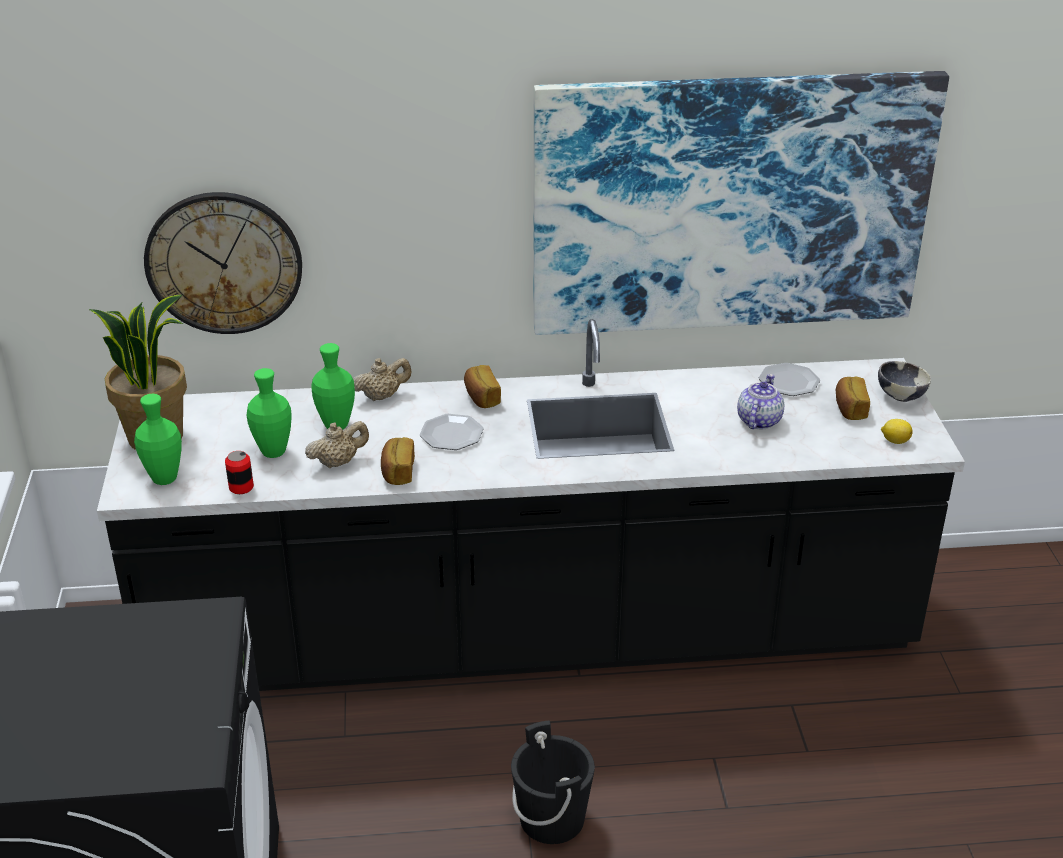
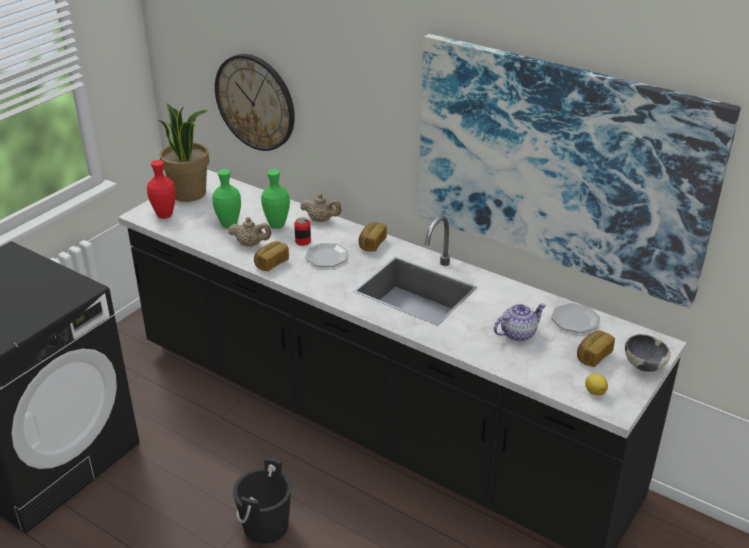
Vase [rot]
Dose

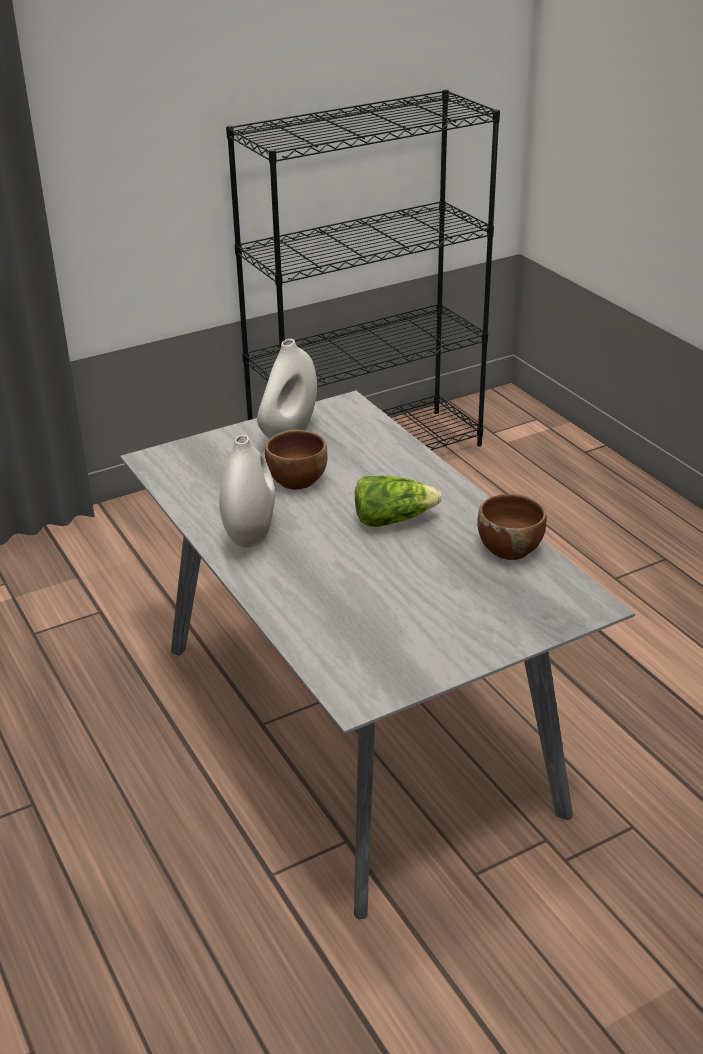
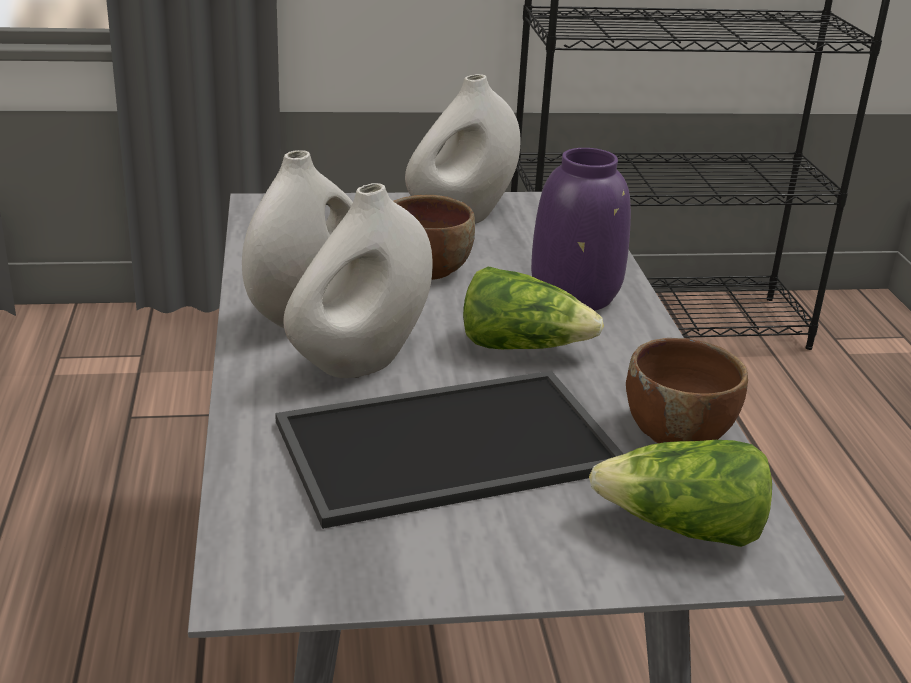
Vase [lila]
Vase [weiß] (2nd from left)
Tablett
Salatkopf (2nd from left)

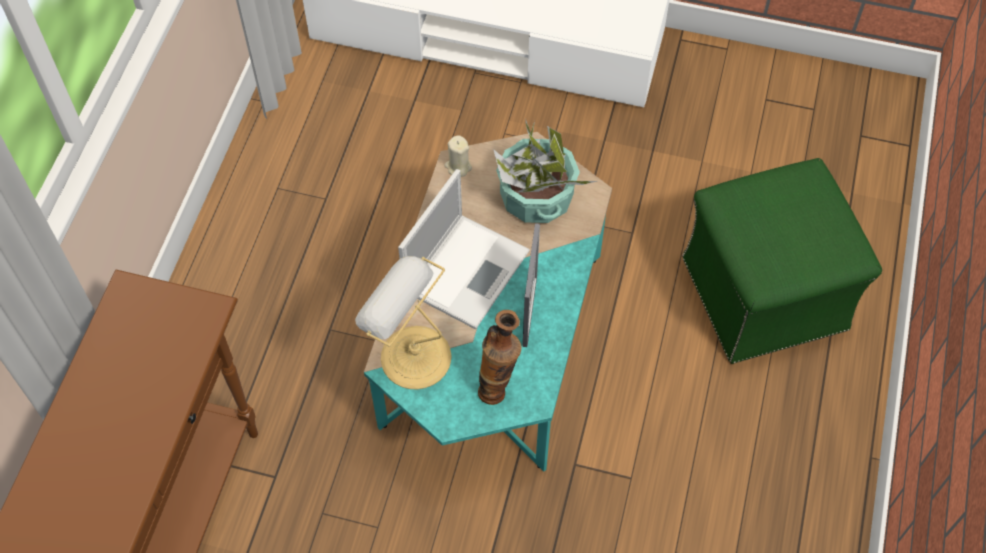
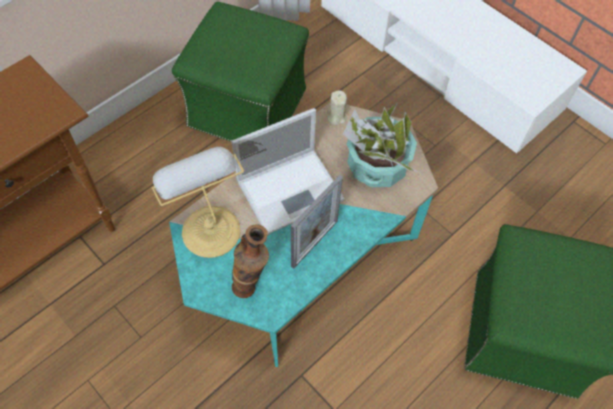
Polsterhocker [grün] (1st from left)

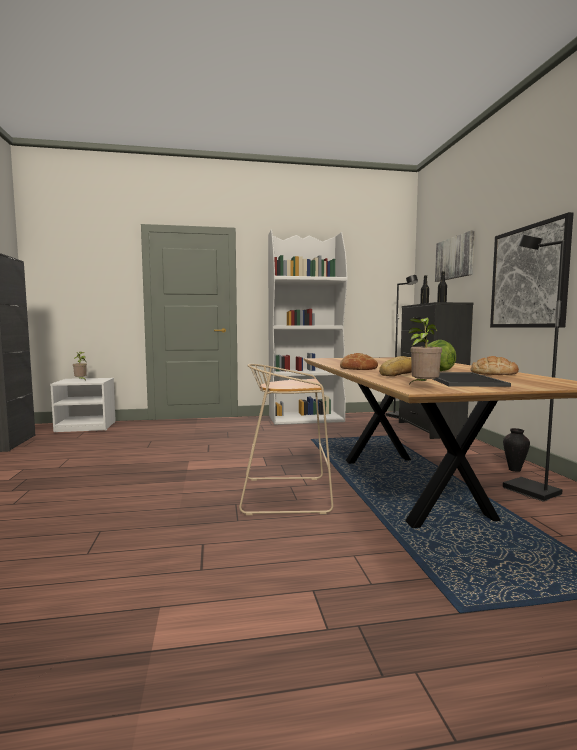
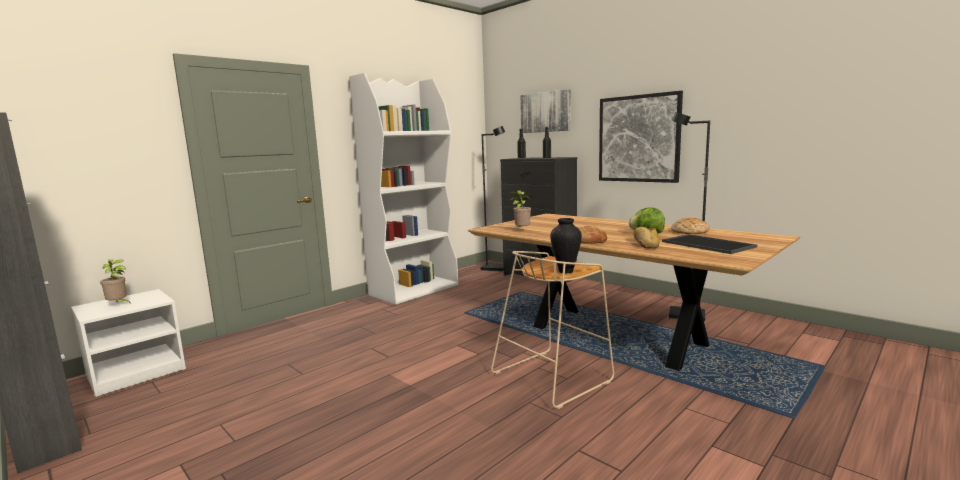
Topfpflanze (2nd from left)
Vase

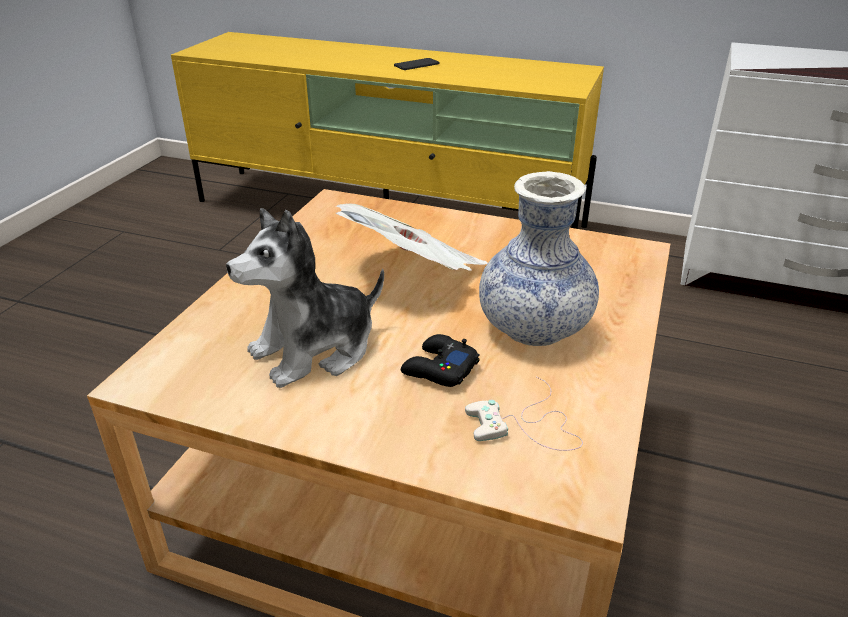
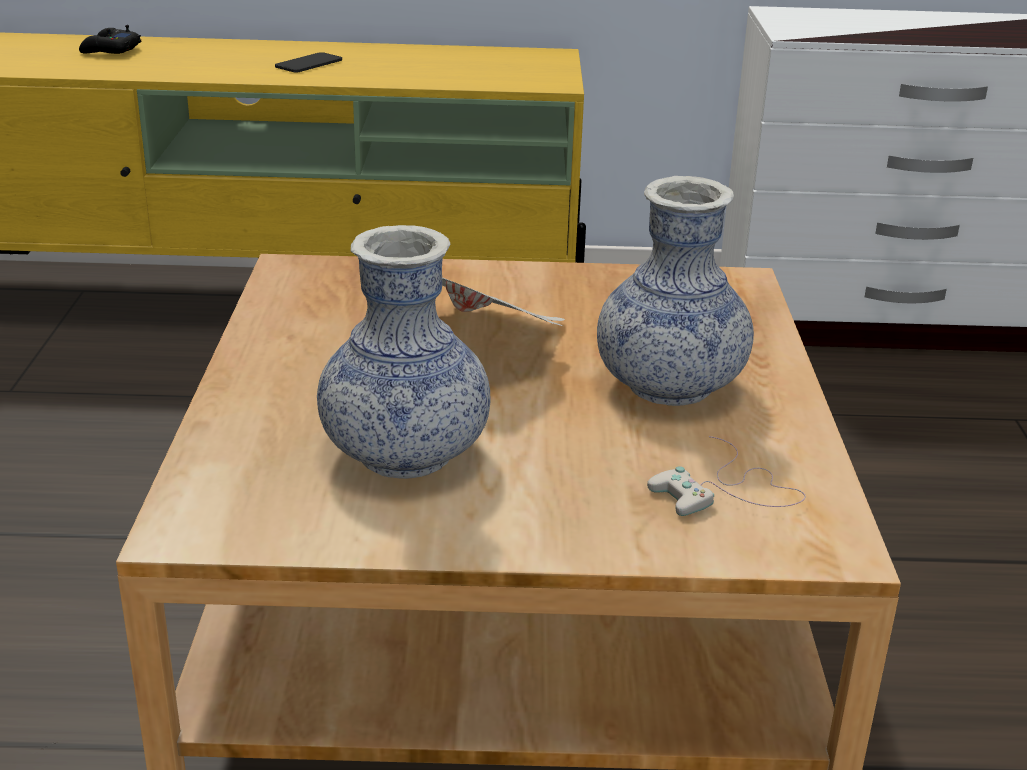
Vase (1st from left)
Gamepad [schwarz]

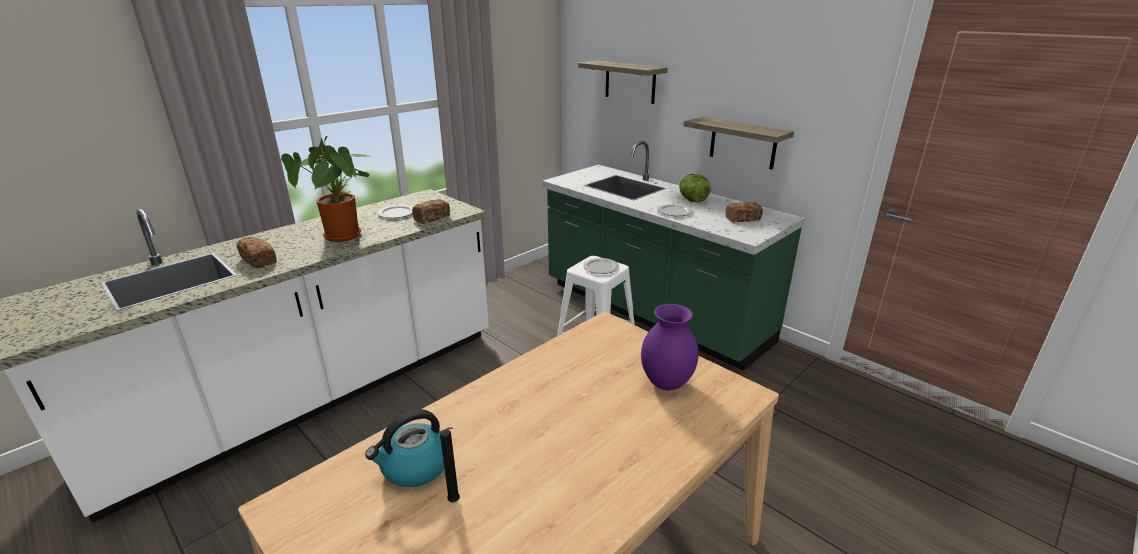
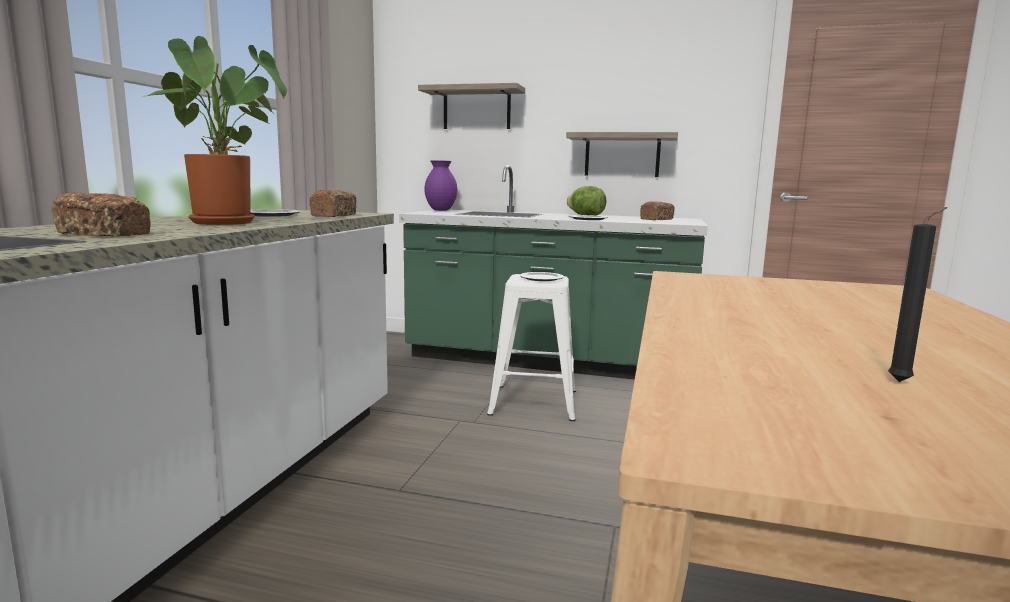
Vase [lila]
Wasserkessel

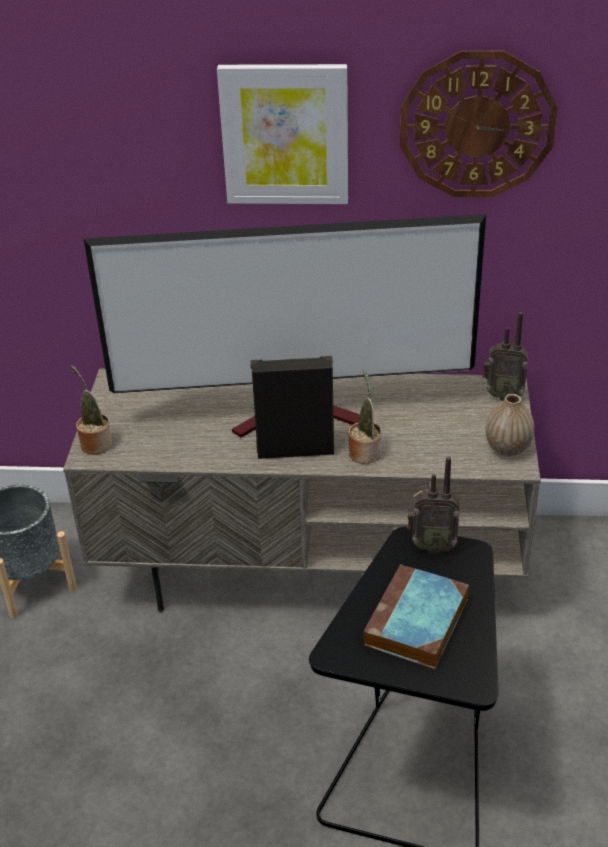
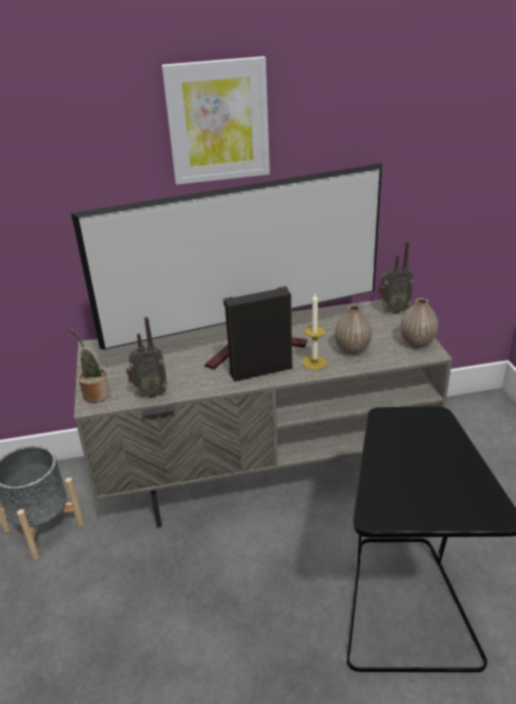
Wanduhr
Kerze
Radio (1st from left)
Buch
Vase (1st from left)

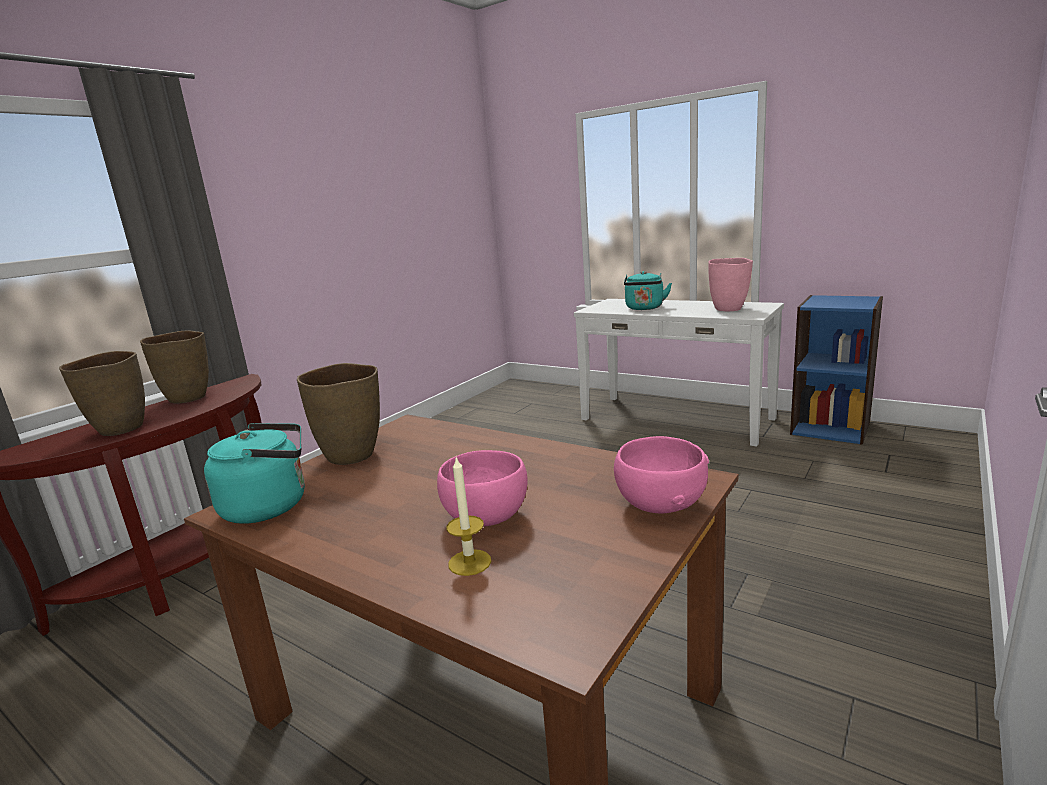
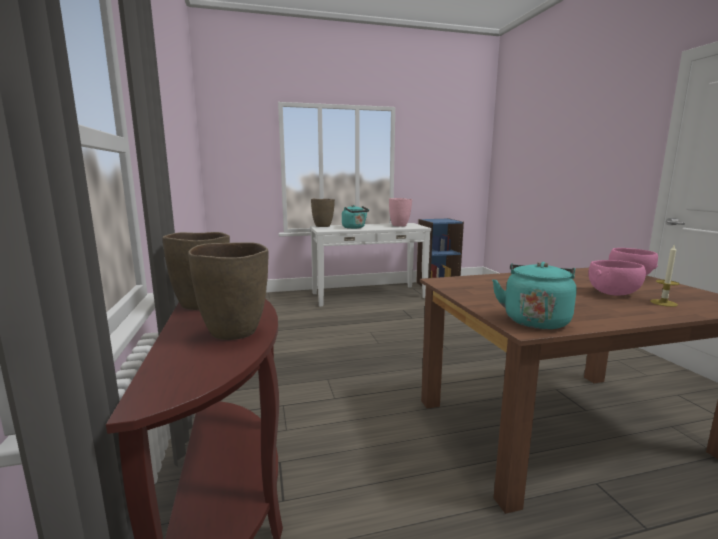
Vase [braun] (3rd from left)

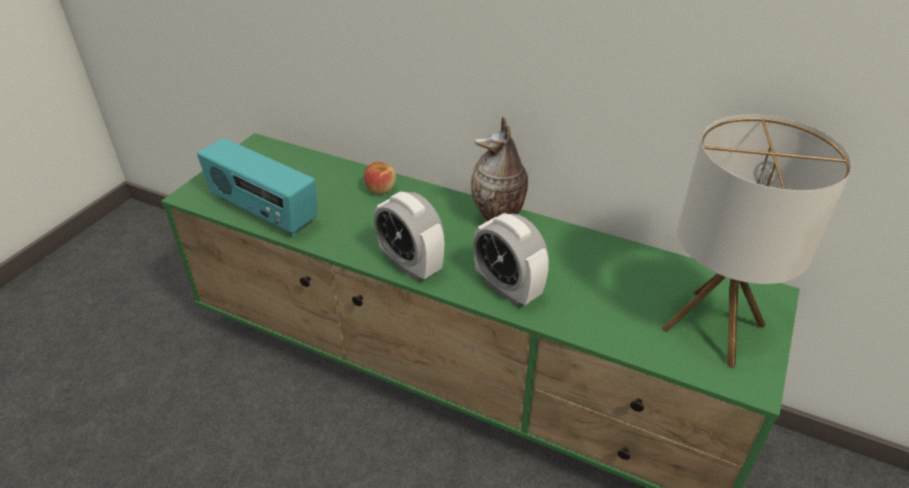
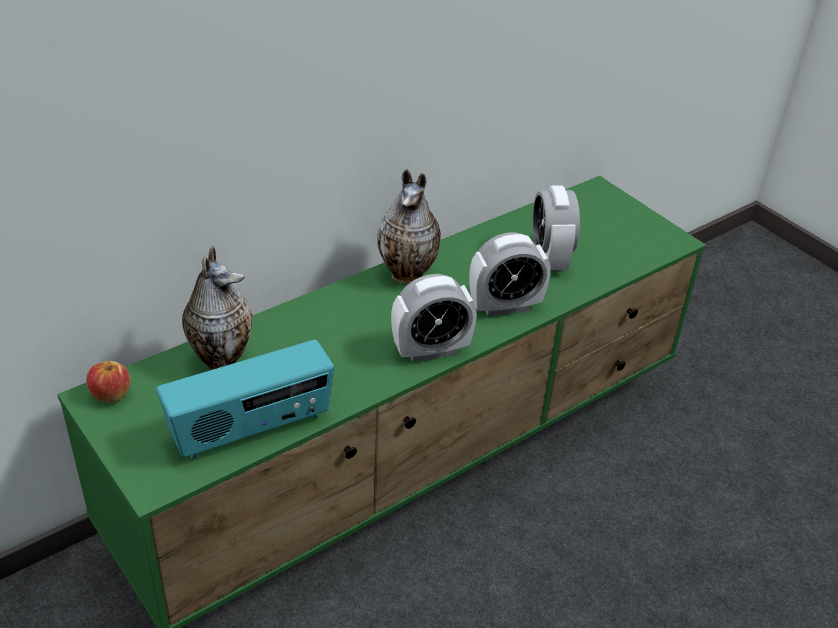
Tischlampe
Apfel
Wecker (3rd from left)
Vase (1st from left)

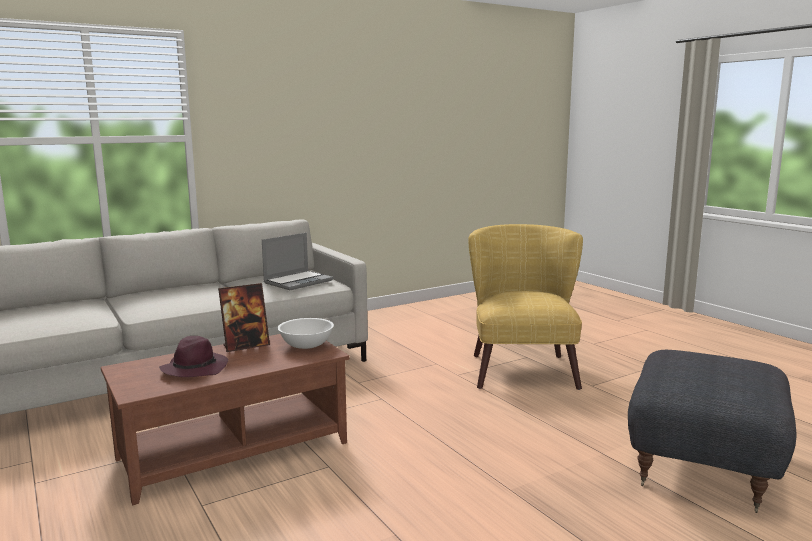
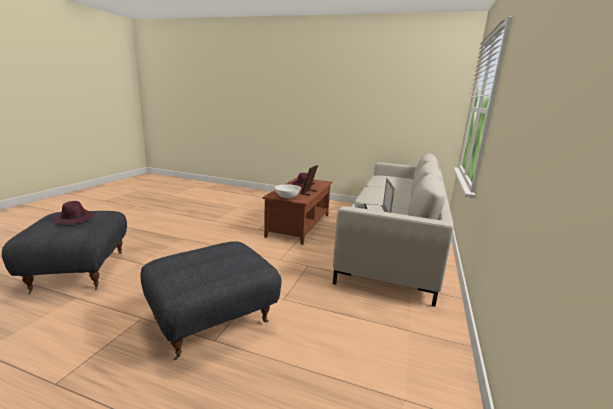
Polsterhocker [grau] (2nd from left)
Hut [lila] (1st from left)

